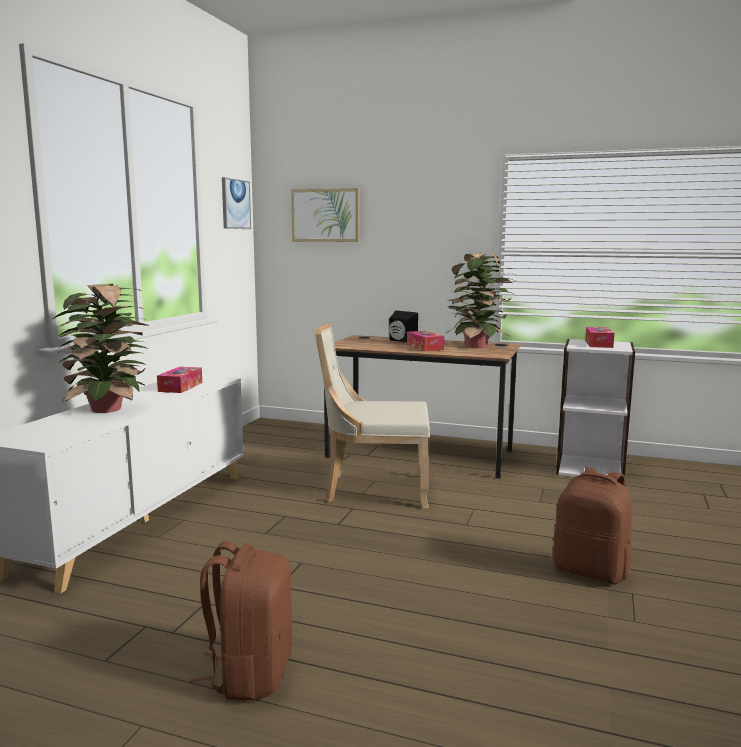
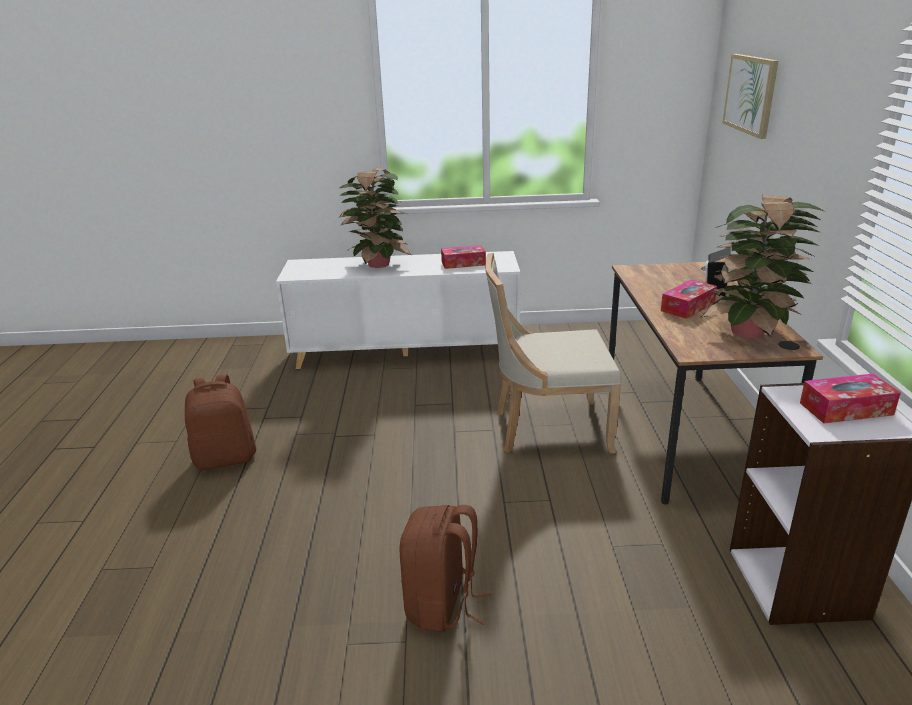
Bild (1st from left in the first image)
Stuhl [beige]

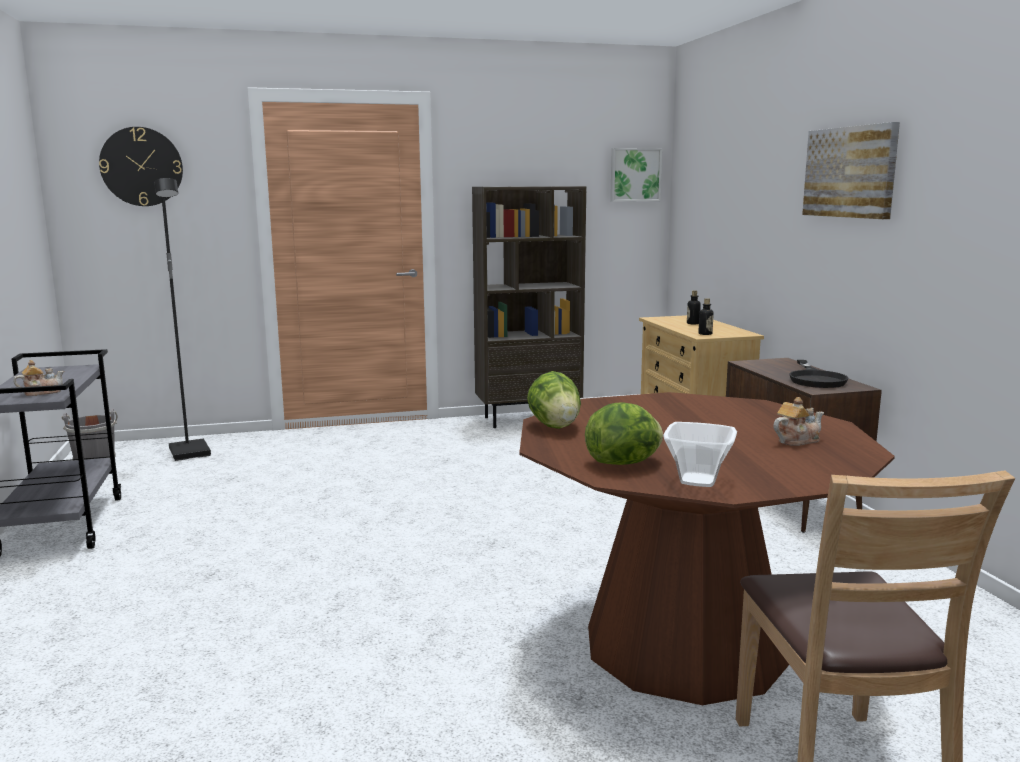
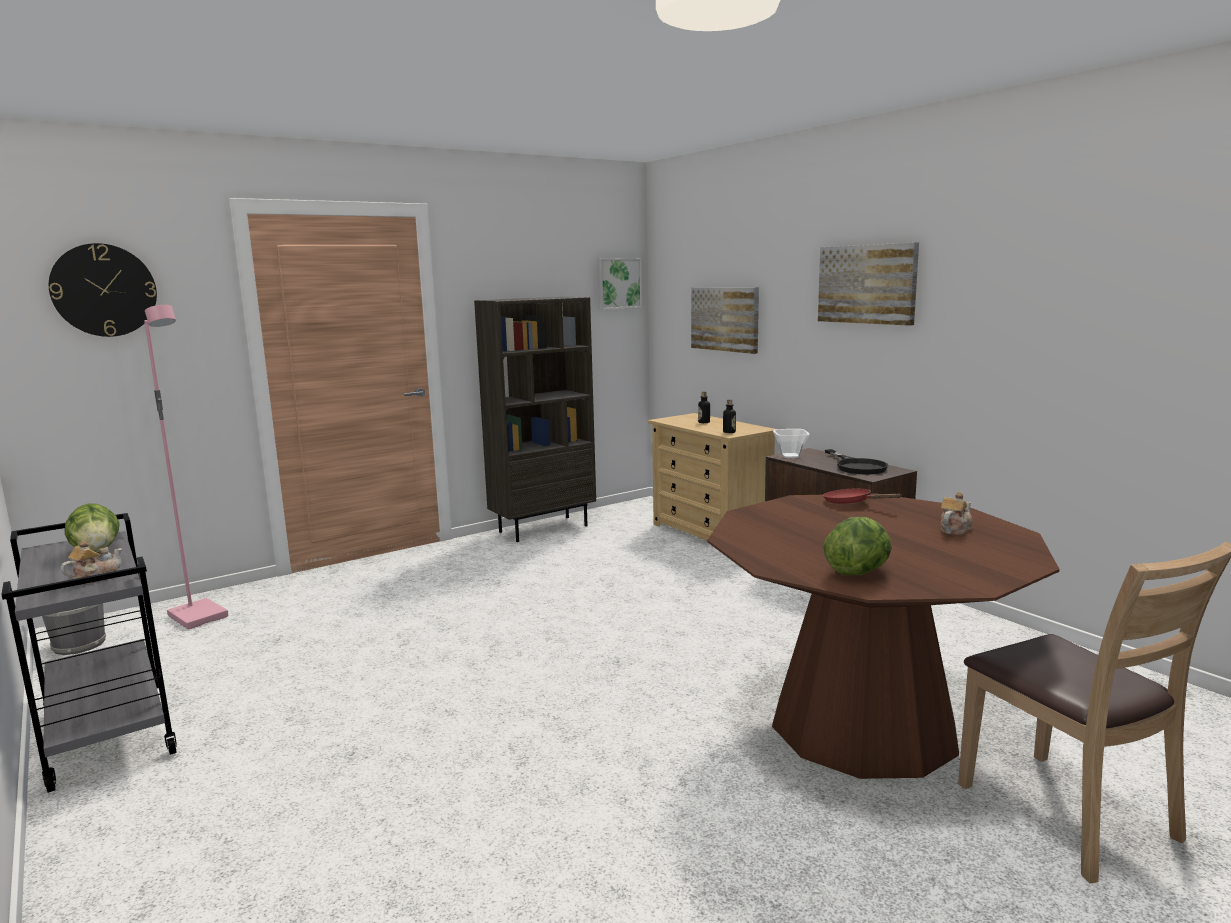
Stehlampe [rosa]
Salatkopf (1st from left)
Schüssel
Bild (2nd from left)
Pfanne [rot]

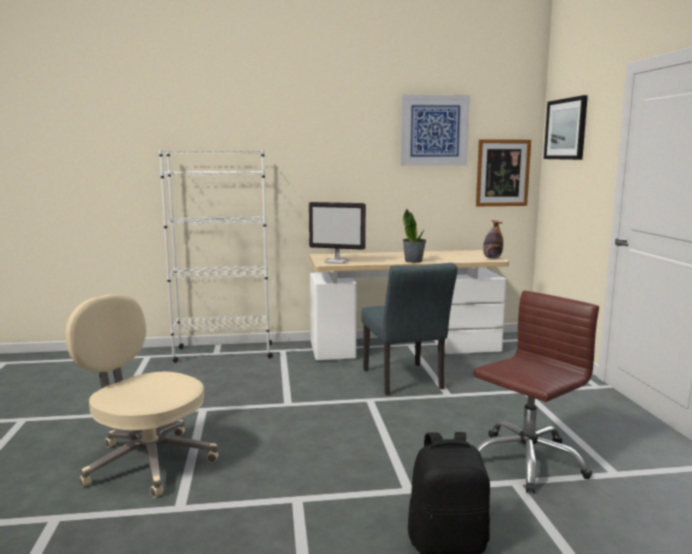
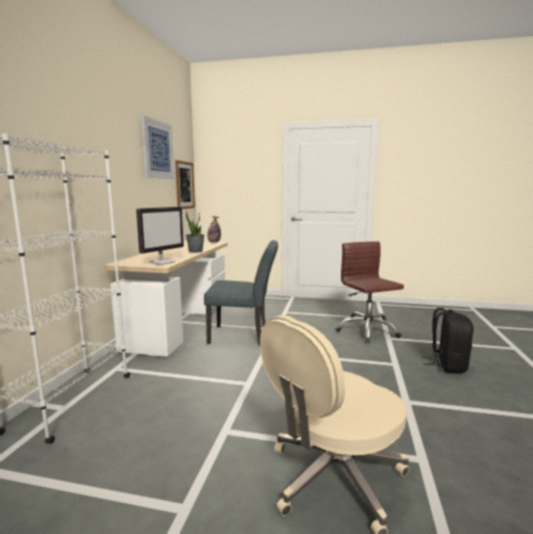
Bild (3rd from left in the first image)

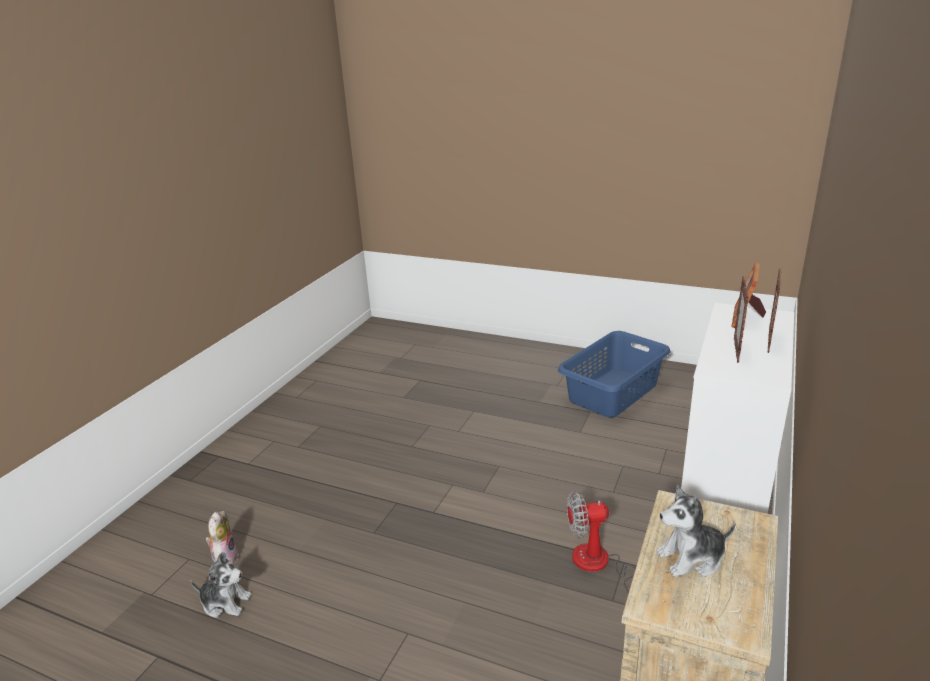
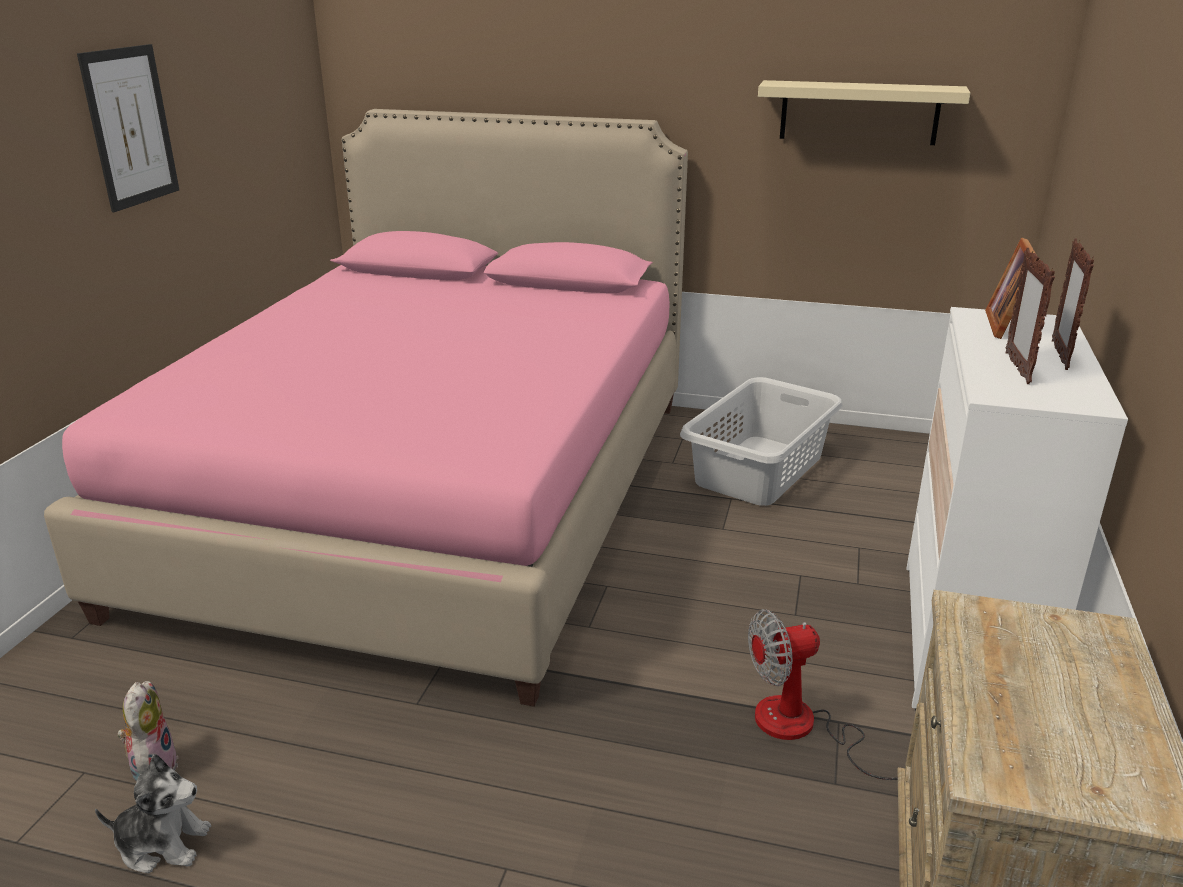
Wäschekorb [grau]
Plüschtier (3rd from left in the first image)
Bild
Wandregal [beige]
Bett [rosa]

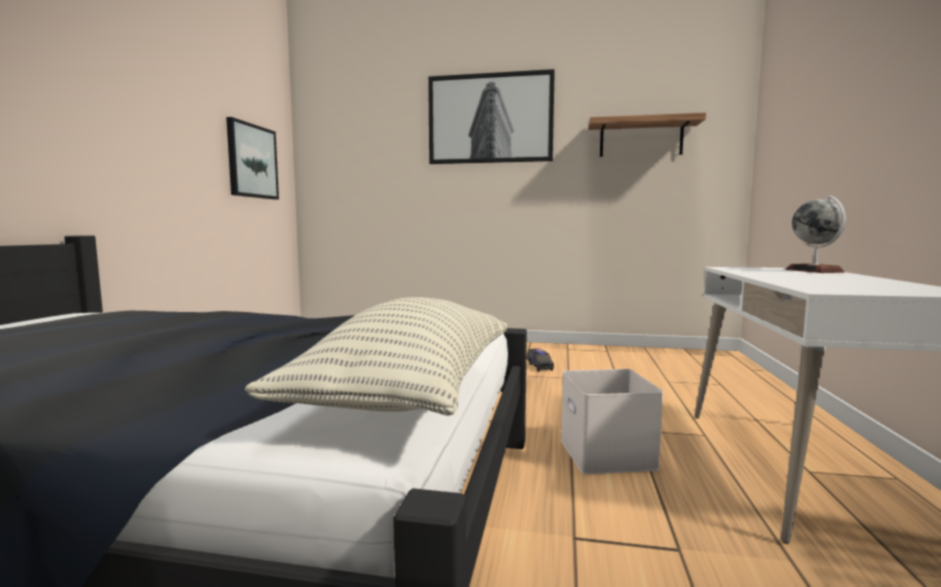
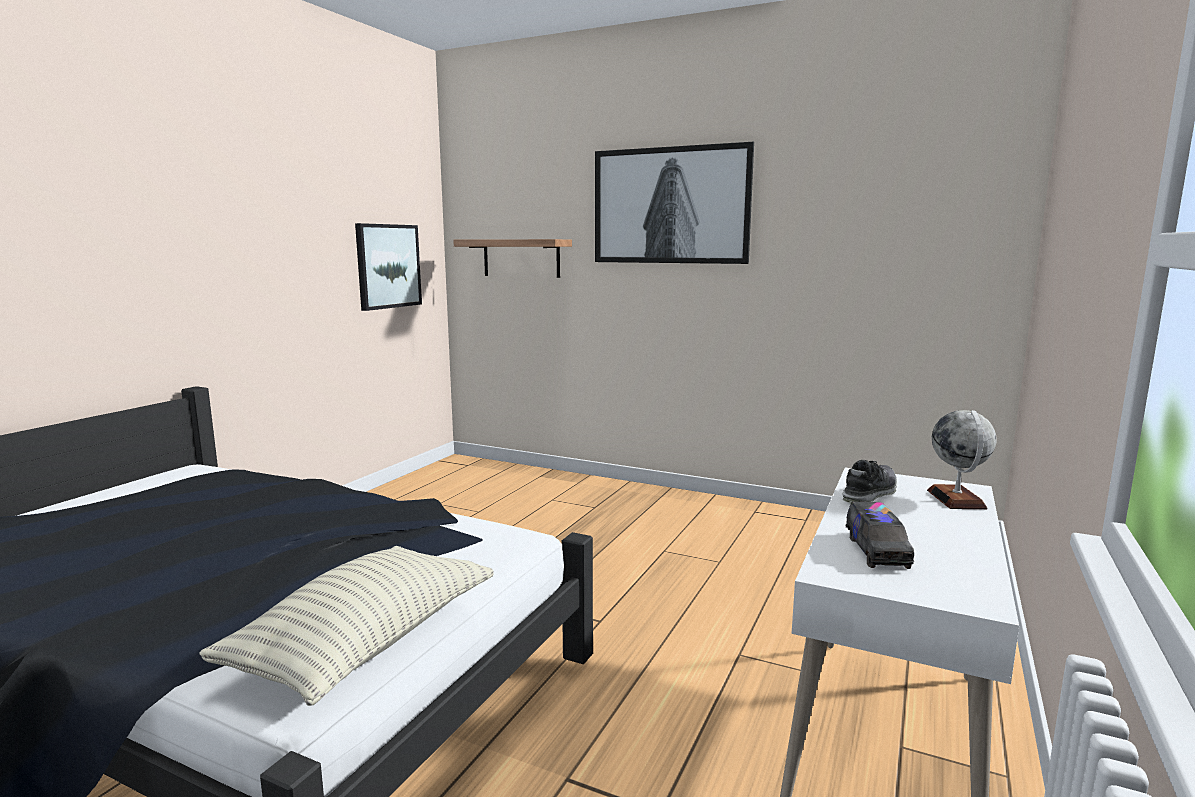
Wandregal
Spielzeuglaster
Aufbewahrungsbox [weiß]
Schuh

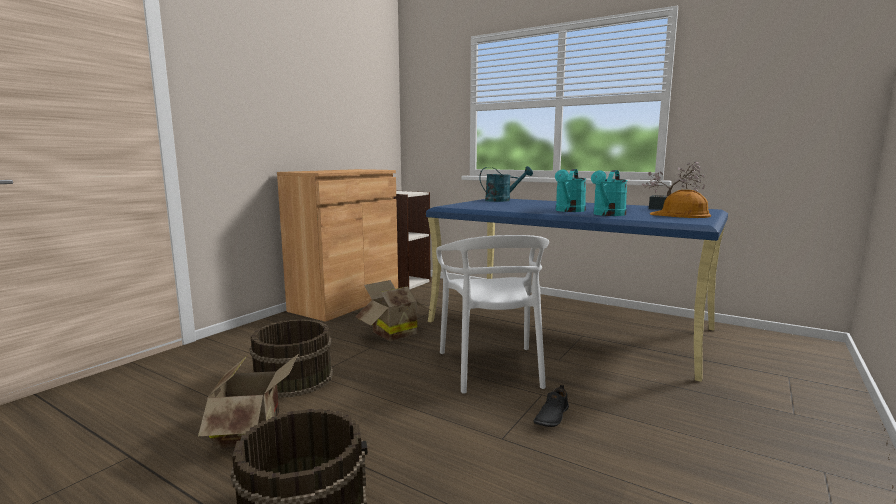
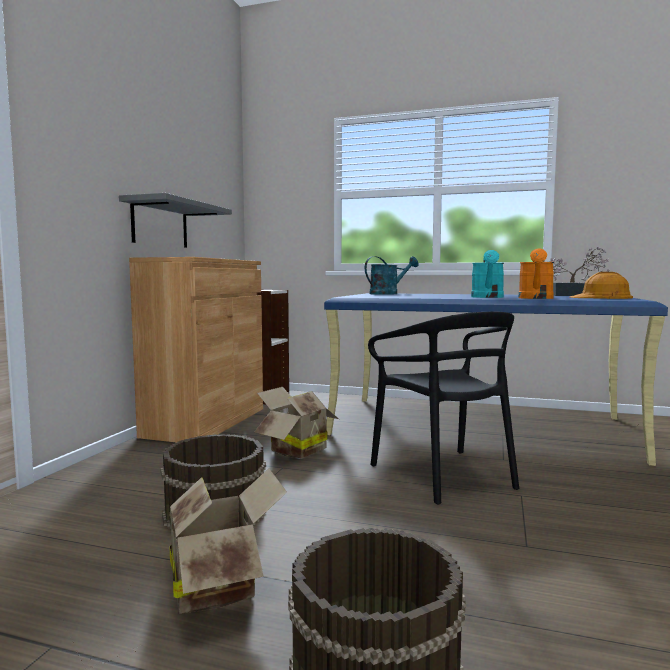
Gießkanne [orange]
Stuhl [schwarz]
Schuh [schwarz]
Wandregal [grau]

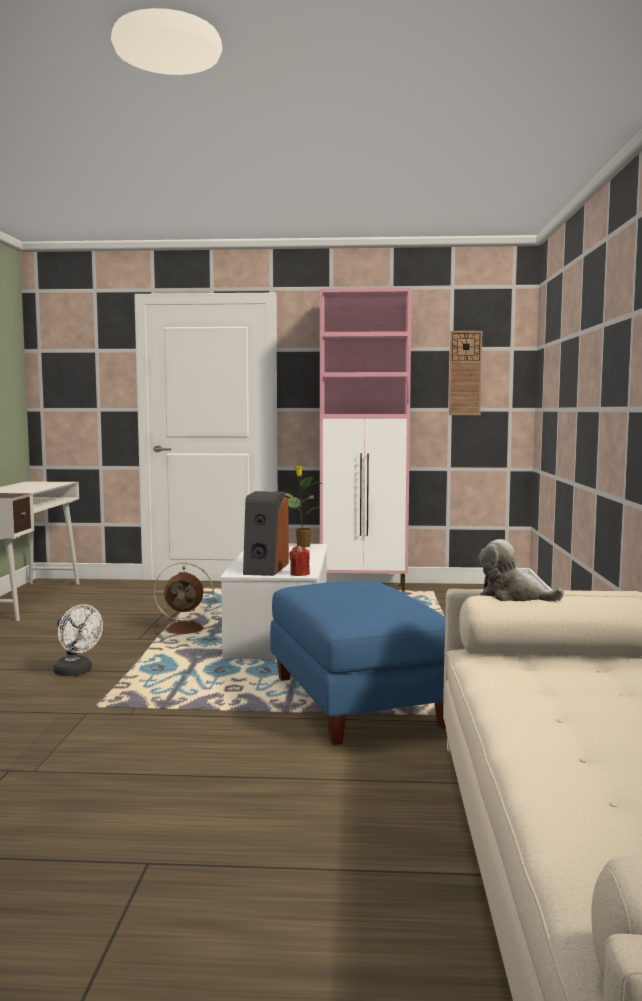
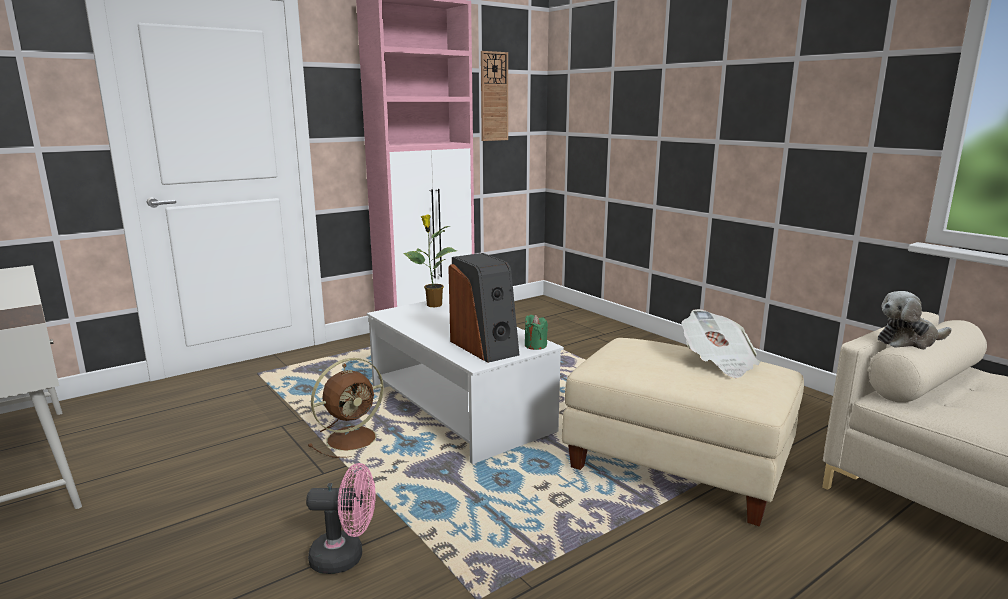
Kerze [grün]
Polsterhocker [beige]
Ventilator [rosa]
Zeitung

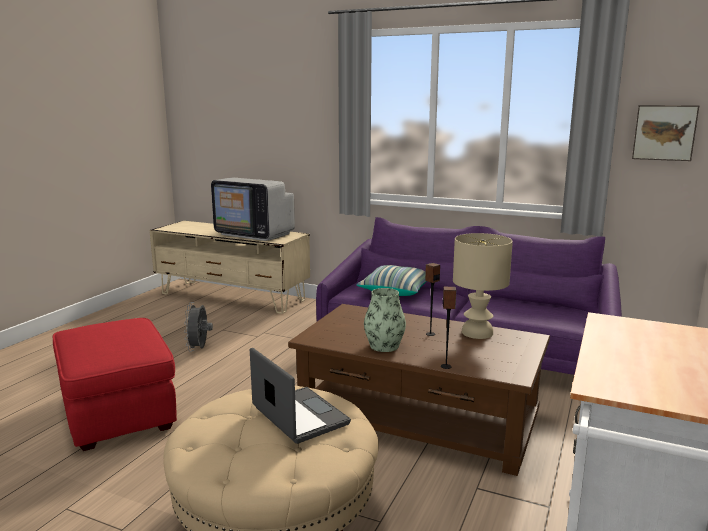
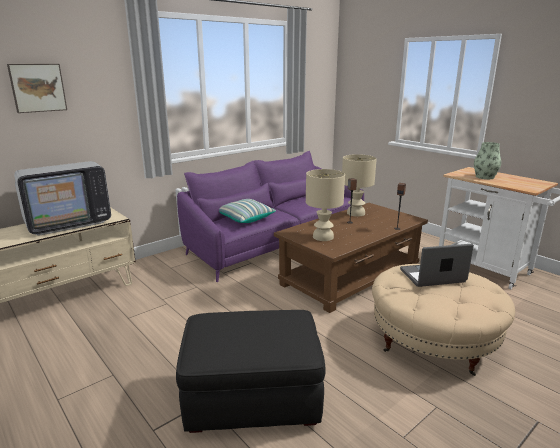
Bild
Vase
Ventilator [grau]
Polsterhocker [schwarz]
Tischlampe [beige] (1st from left)

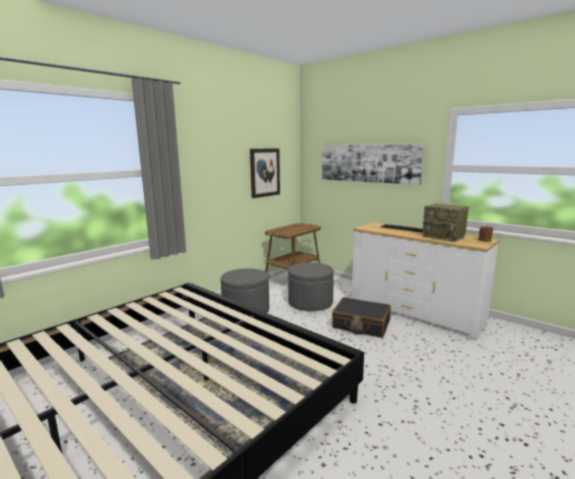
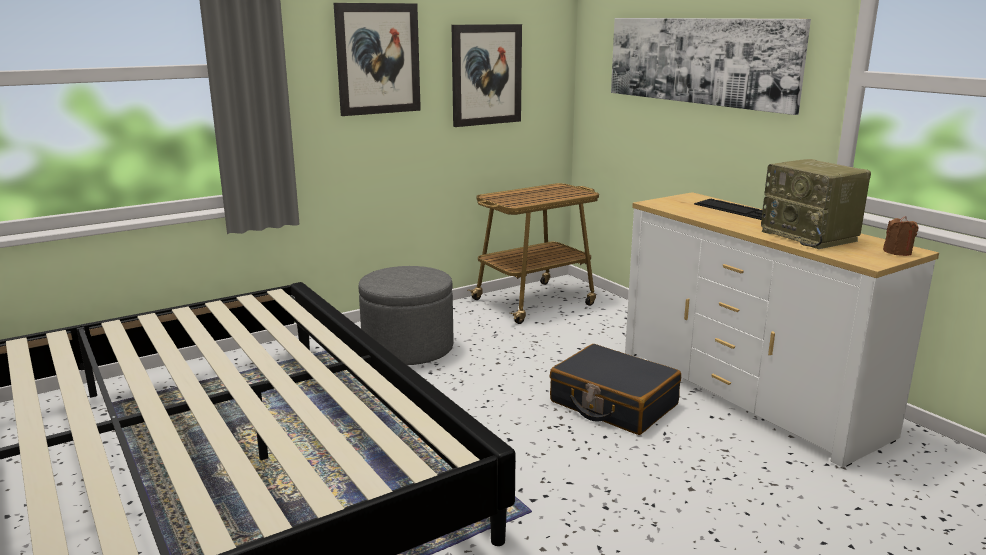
Polsterhocker [grau] (2nd from left in the first image)
Bild (1st from left)

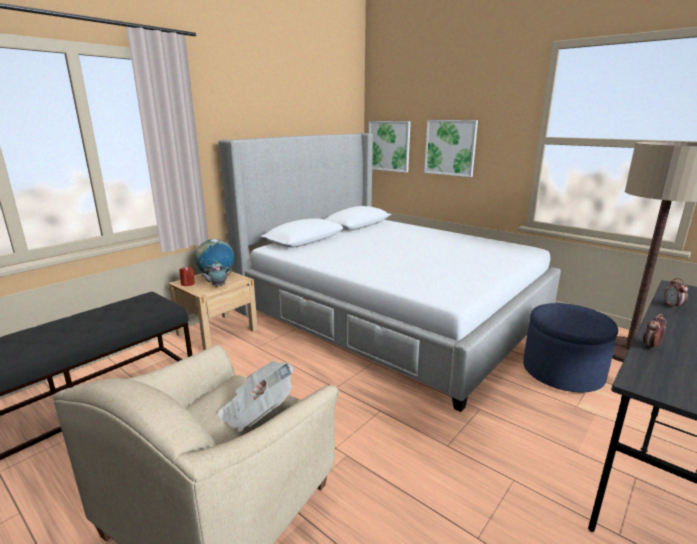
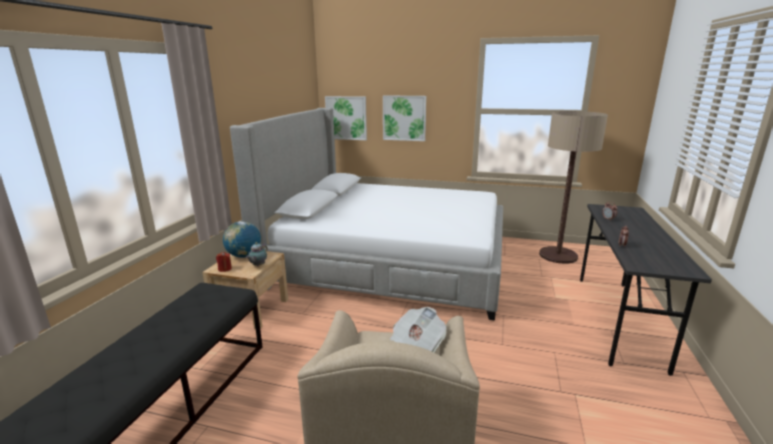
Polsterhocker [blau]

